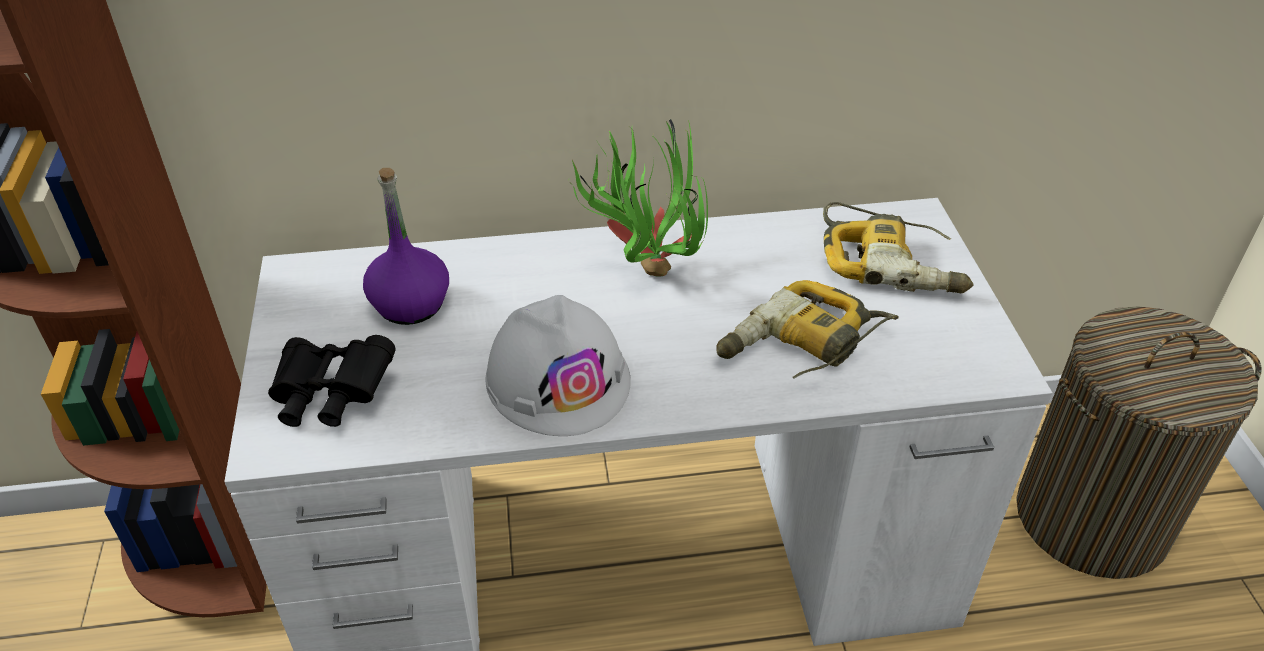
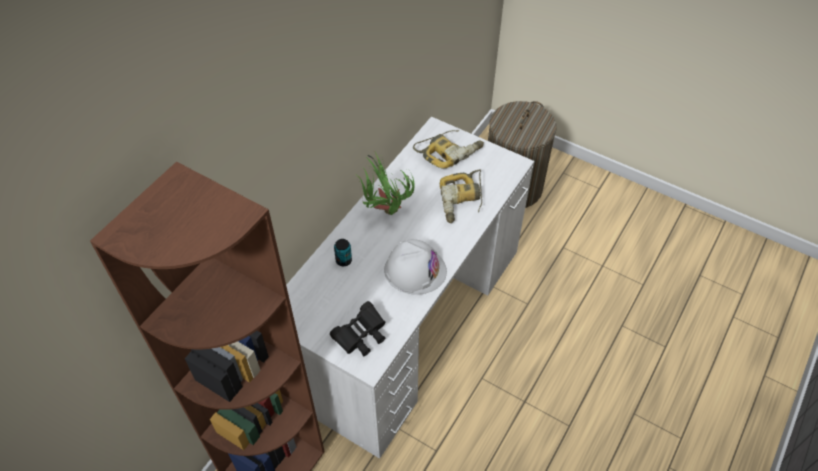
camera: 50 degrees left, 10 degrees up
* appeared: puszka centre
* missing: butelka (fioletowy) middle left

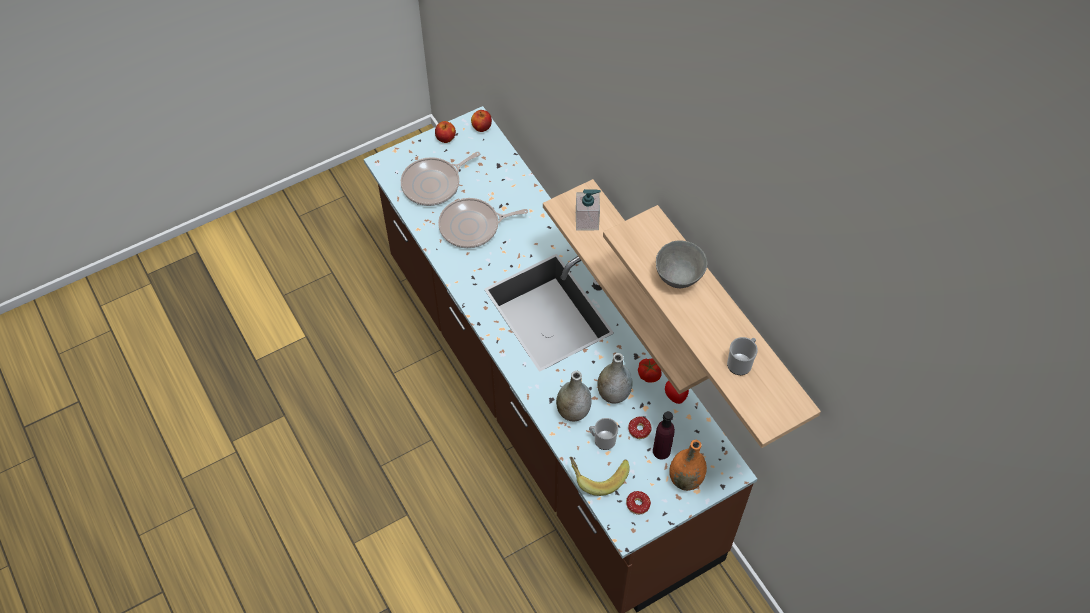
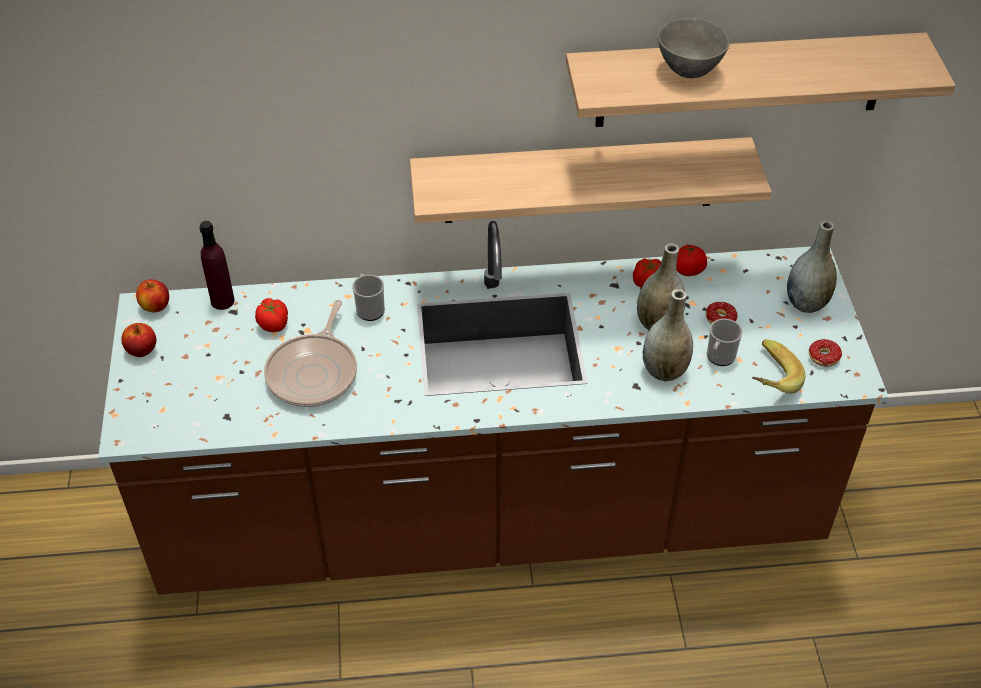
camera: 65 degrees left, 10 degrees down
* relocated: butelka (fioletowy) bottom centre to middle left
* appeared: pomidor (no. 1 from left) middle left
* relocated: kubek (no. 2 from left in the first image) middle right to kubek (no. 1 from left) centre
* colour: wazon (pomarańczowy) bottom centre to wazon (szary) (no. 3 from left) middle right
* missing: patelnia (no. 1 from left) top centre
* missing: dozownik mydła centre

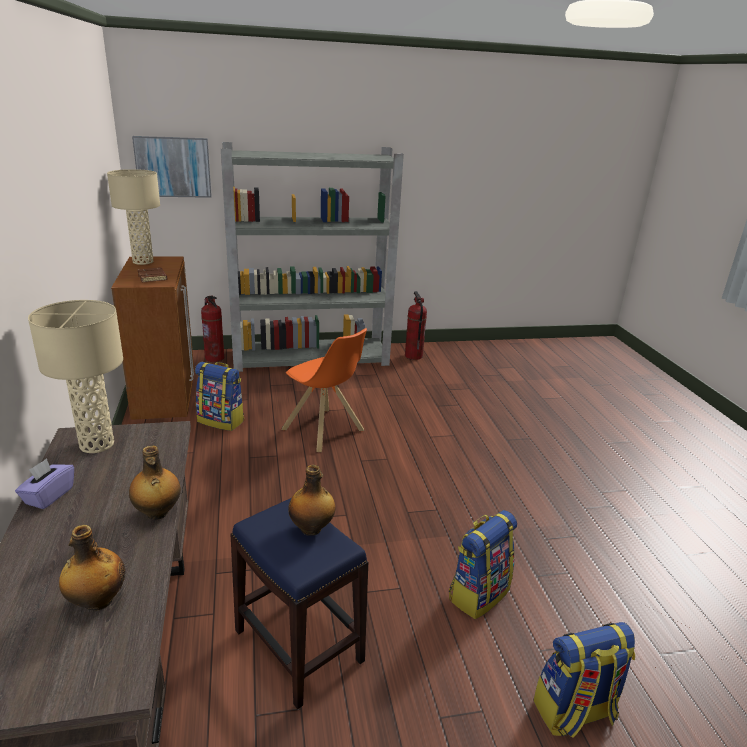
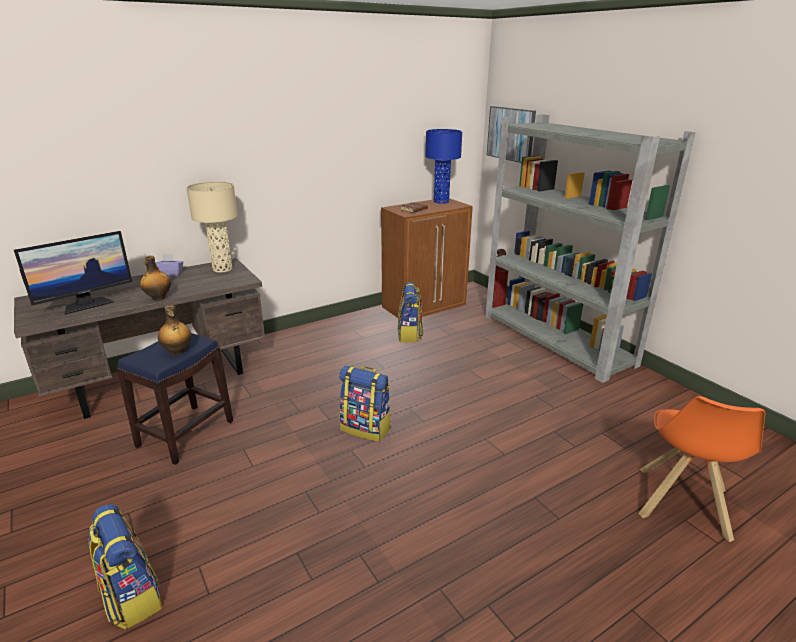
camera: 70 degrees right, 0 degrees up
* exchanged: butelka (no. 1 from left) bottom left to monitor middle left
* relocated: plecak (no. 2 from left) bottom centre to centre
* colour: lampa stołowa (beżowy) (no. 2 from left) top left to lampa stołowa (niebieski) top centre
* relocated: krzesło (pomarańczowy) centre to bottom right
* missing: gaśnica (no. 2 from left) centre

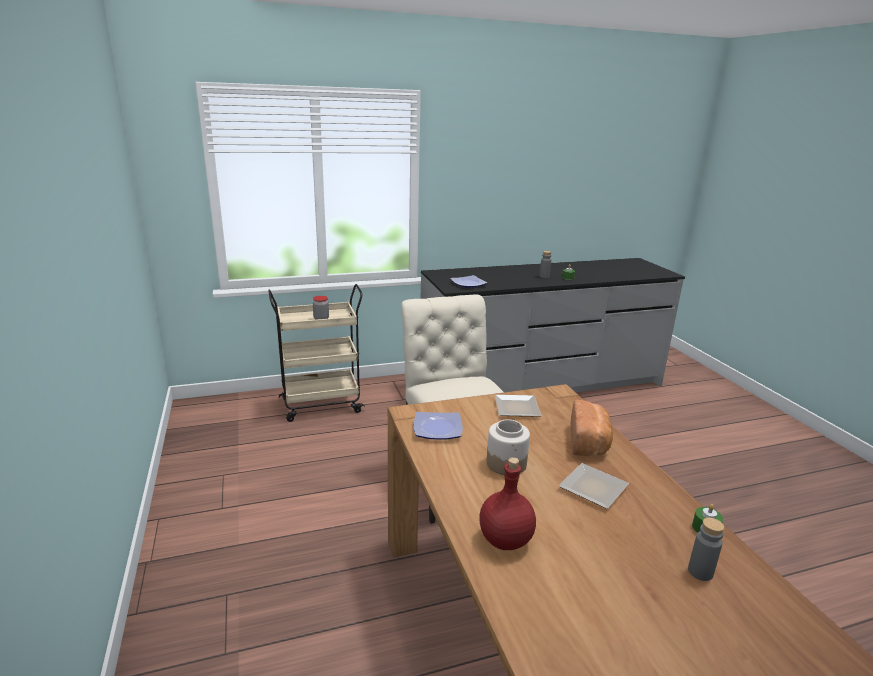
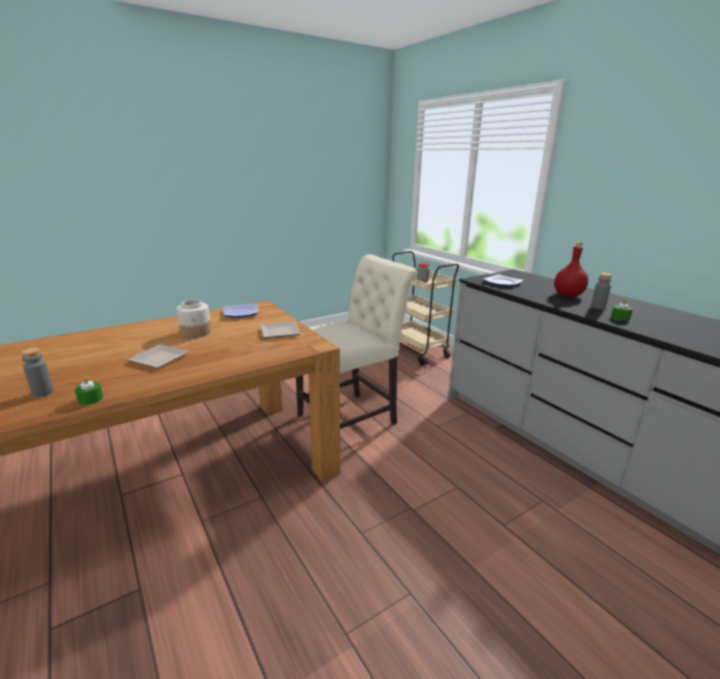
camera: 75 degrees right, 0 degrees up
* relocated: butelka (czerwony) bottom centre to middle right
* missing: chleb middle right

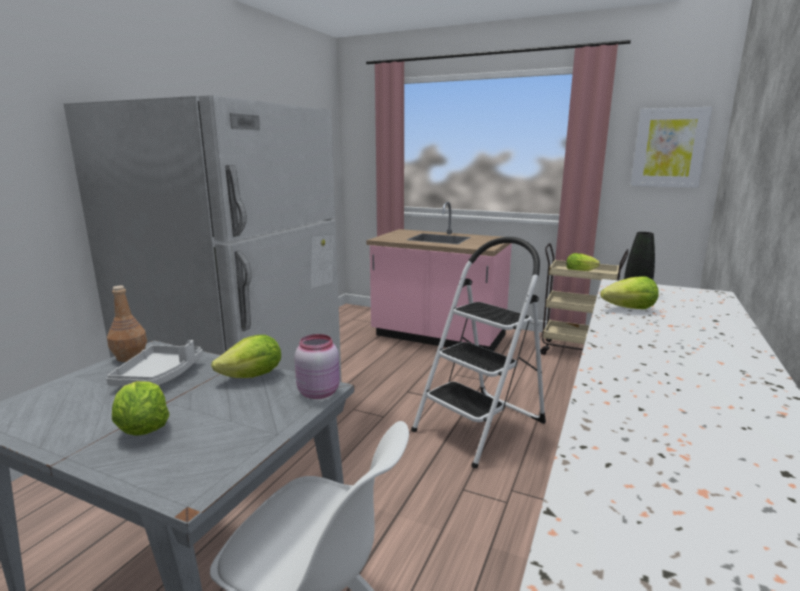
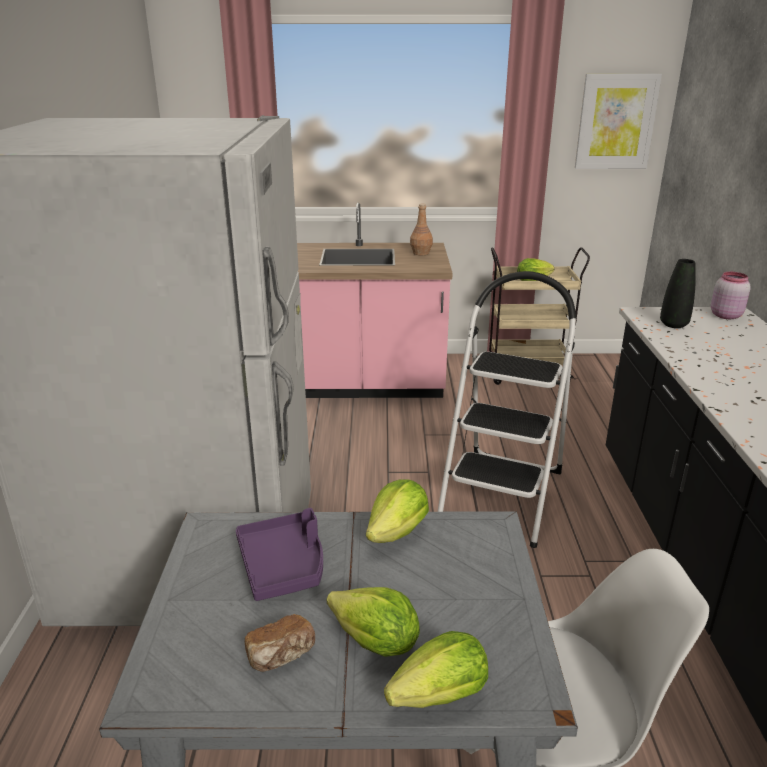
camera: 25 degrees left, 10 degrees up
* colour: taca (szary) middle left to taca (fioletowy) bottom centre
* appeared: chleb bottom centre
* relocated: sałata (no. 4 from left in the first image) middle right to sałata (no. 3 from left) bottom centre
* relocated: butelka (brązowy) middle left to top centre
* relocated: słoik (różowy) centre to middle right

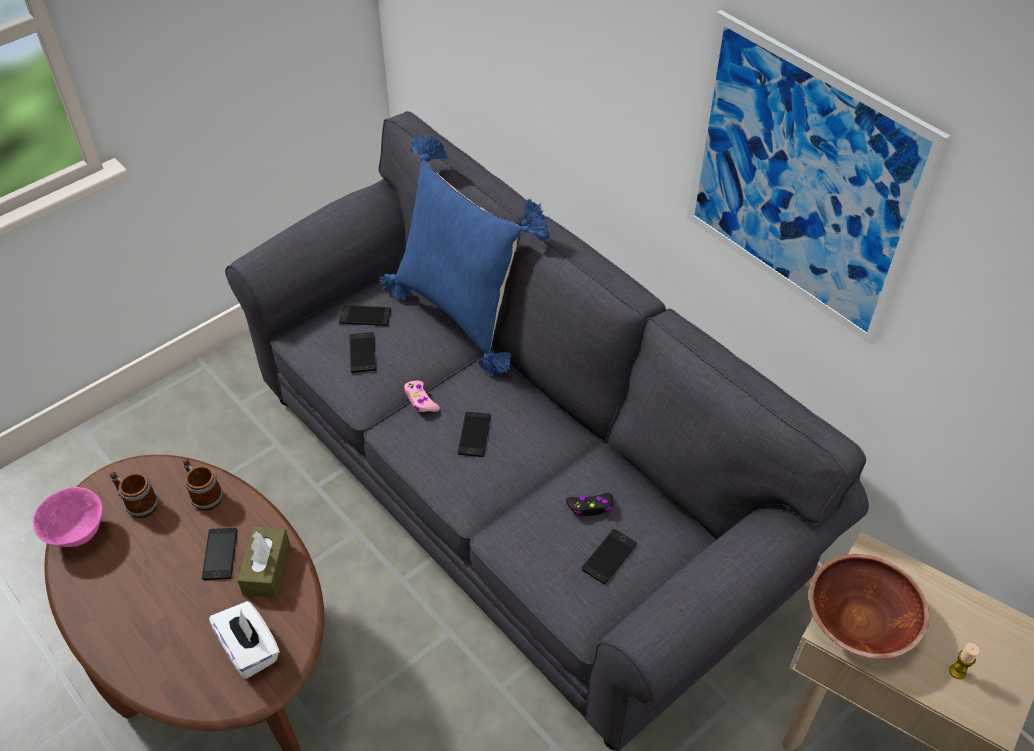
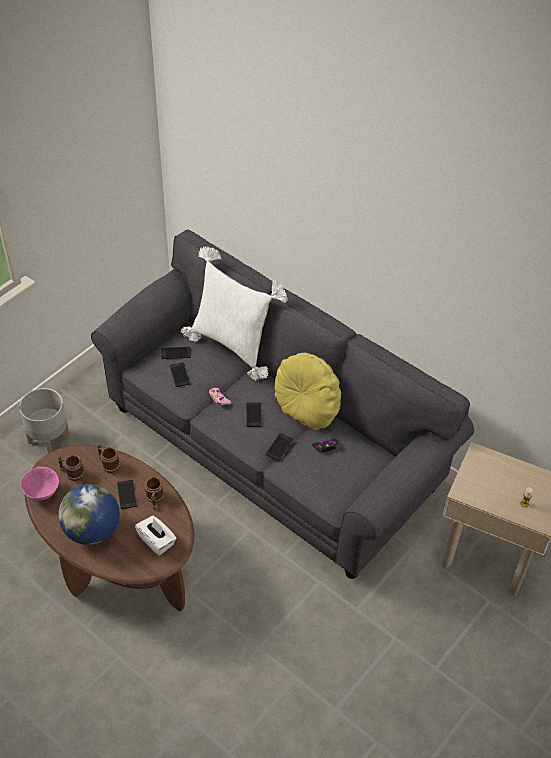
camera: 10 degrees left, 0 degrees up
* appeared: donica (szary) middle left
* appeared: globus bottom left
* exchanged: pudełko chusteczek (brązowy) bottom left to kubek (no. 3 from left) middle left
* colour: poduszka (niebieski) centre to poduszka (biały) centre
* relocated: telefon (no. 5 from left) bottom centre to centre
* appeared: poduszka (żółty) centre
* missing: obraz top right
* missing: miska (brązowy) bottom right

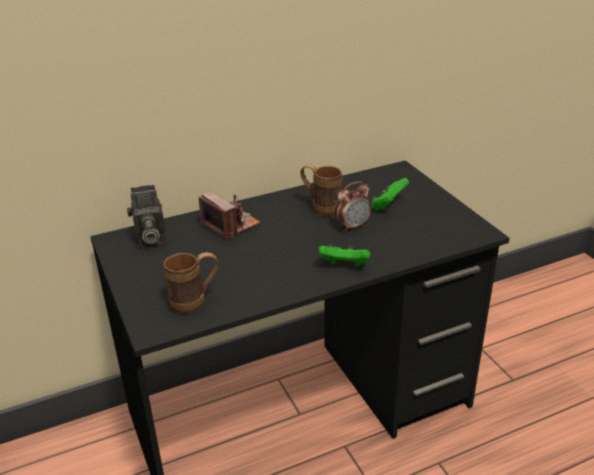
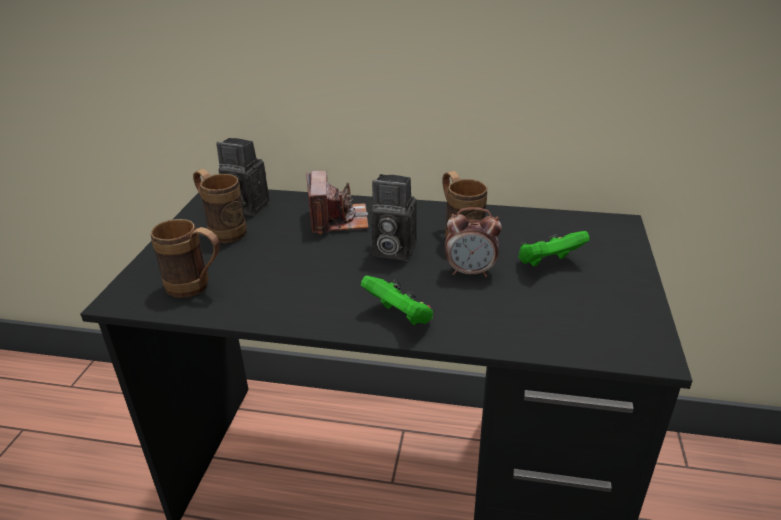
camera: 35 degrees right, 0 degrees up
* appeared: kubek (brązowy) (no. 2 from left) middle left
* appeared: aparat fotograficzny (no. 3 from left) centre

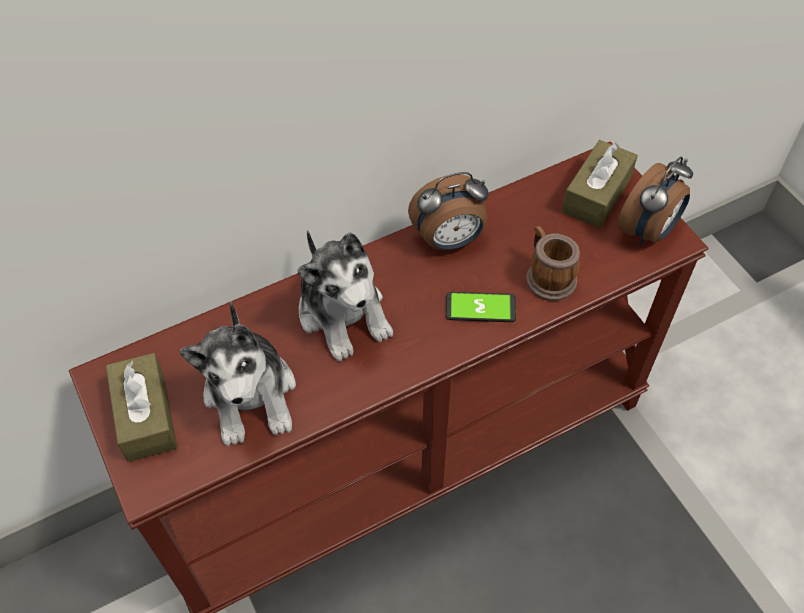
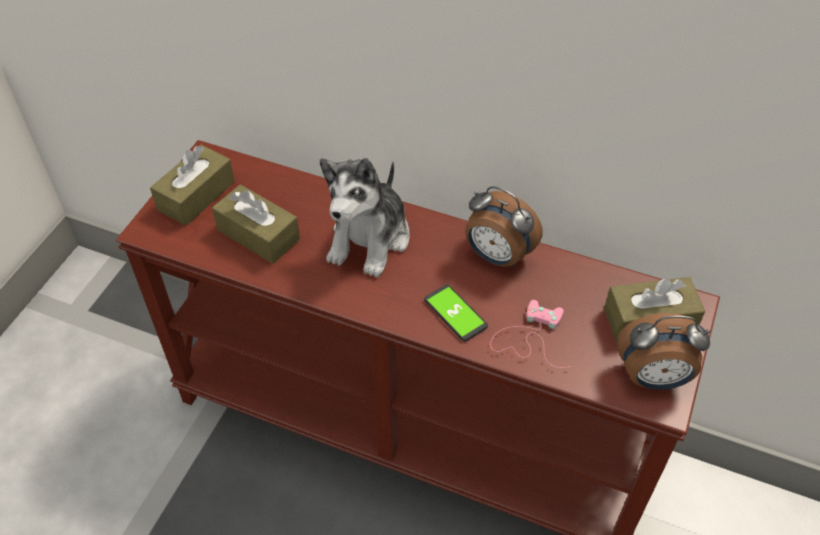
camera: 50 degrees right, 5 degrees down
* exchanged: pluszak (no. 1 from left) middle left to pudełko chusteczek (brązowy) (no. 2 from left) middle left
* exchanged: kubek middle right to pad do gier (różowy) centre

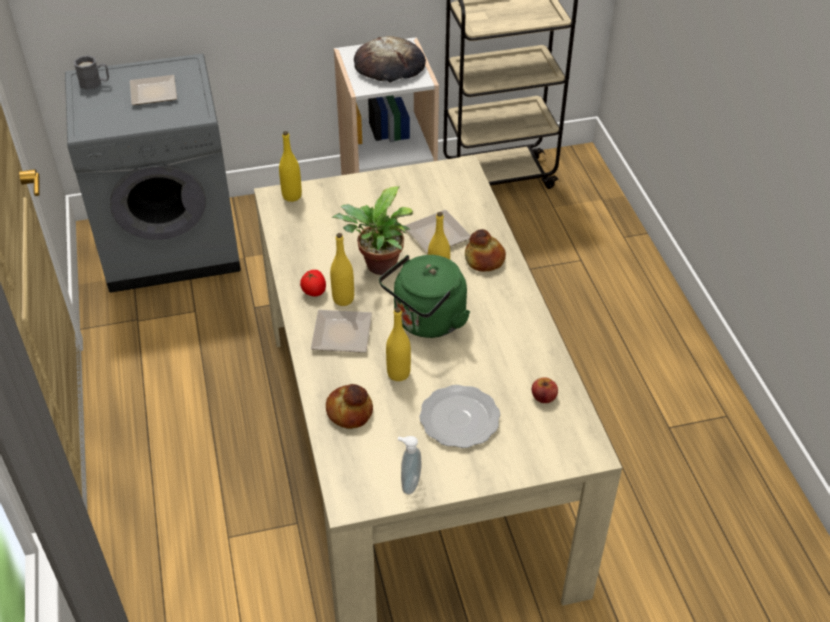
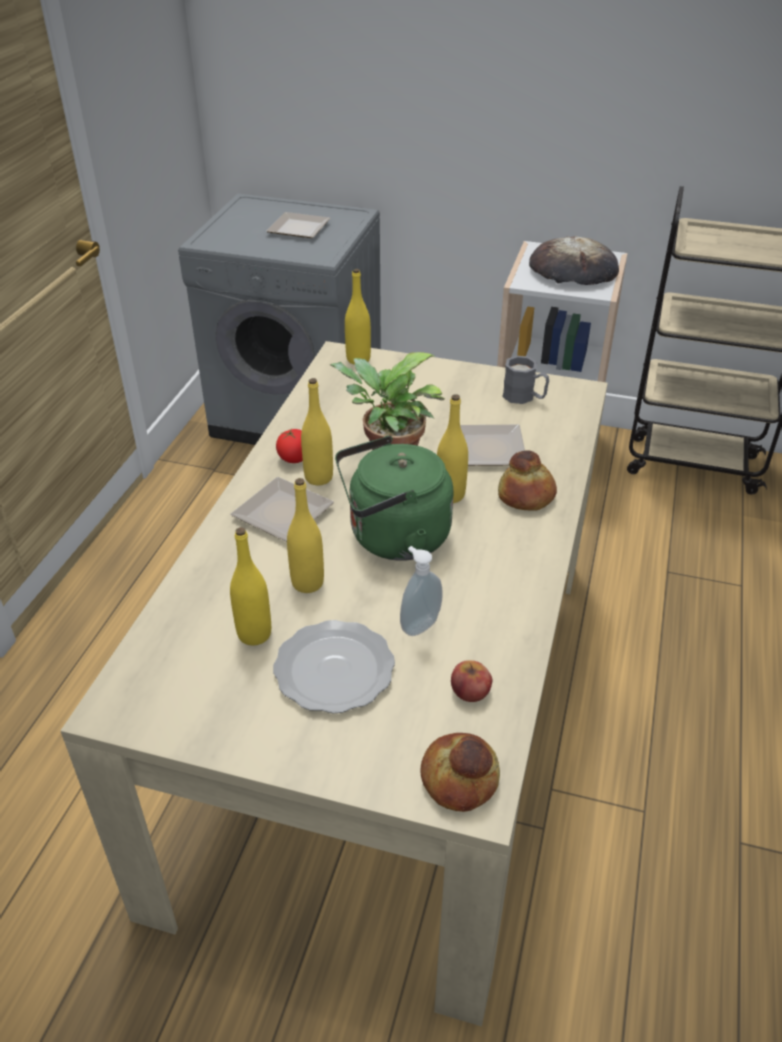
camera: 30 degrees right, 5 degrees down
* appeared: butelka (żółty) (no. 1 from left) middle left
* relocated: dozownik mydła bottom centre to centre
* relocated: chleb (no. 1 from left) centre to bottom centre
* relocated: kubek (szary) top left to middle right

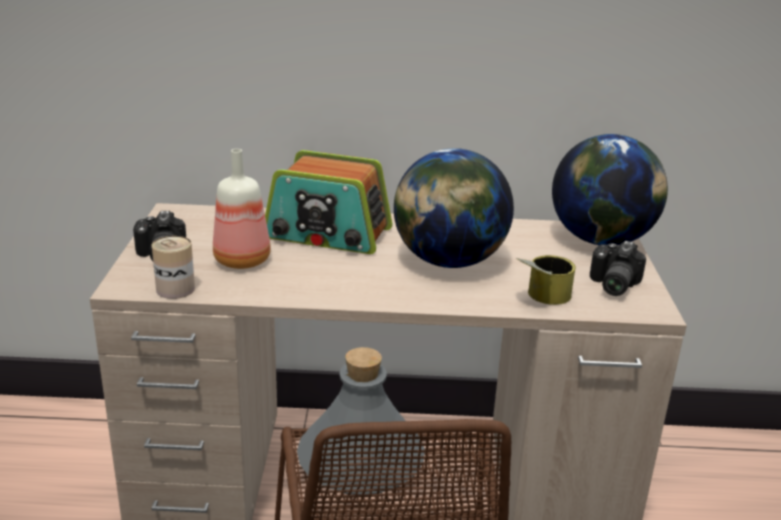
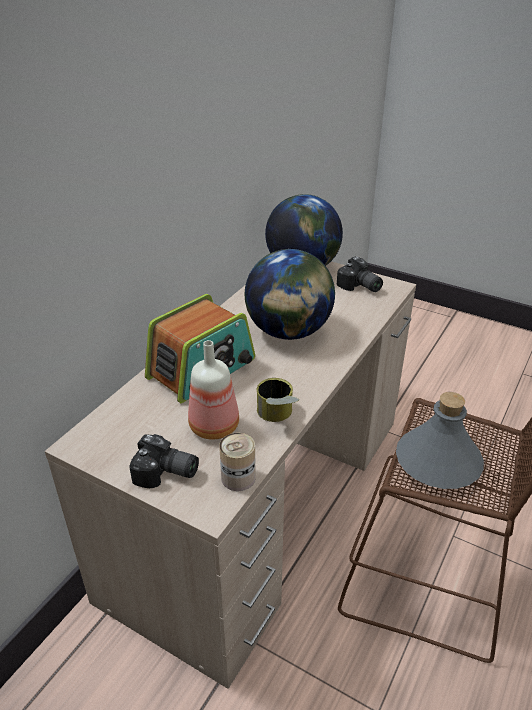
camera: 60 degrees left, 10 degrees up
* relocated: puszka (no. 2 from left) middle right to centre

